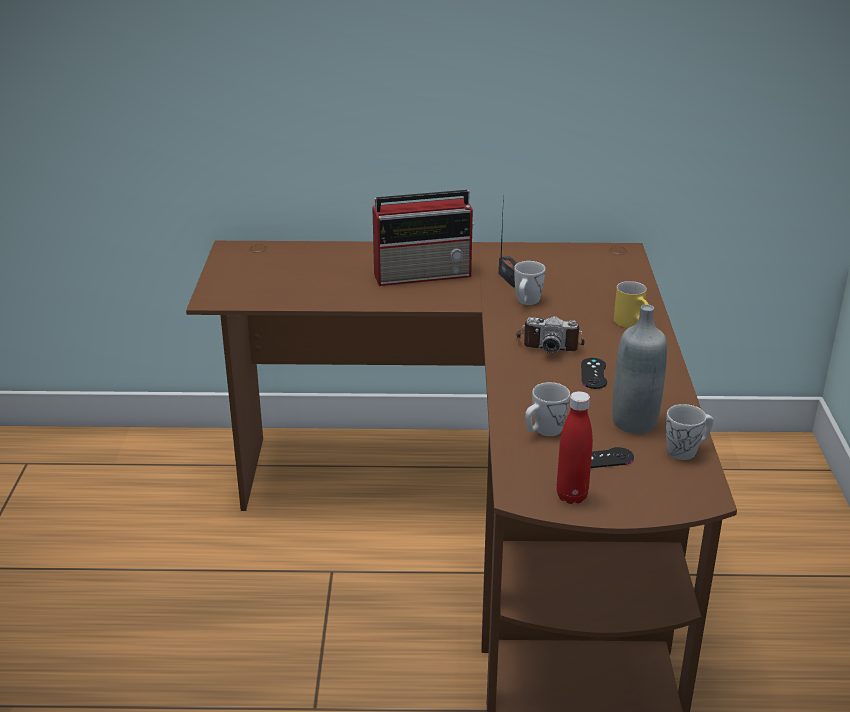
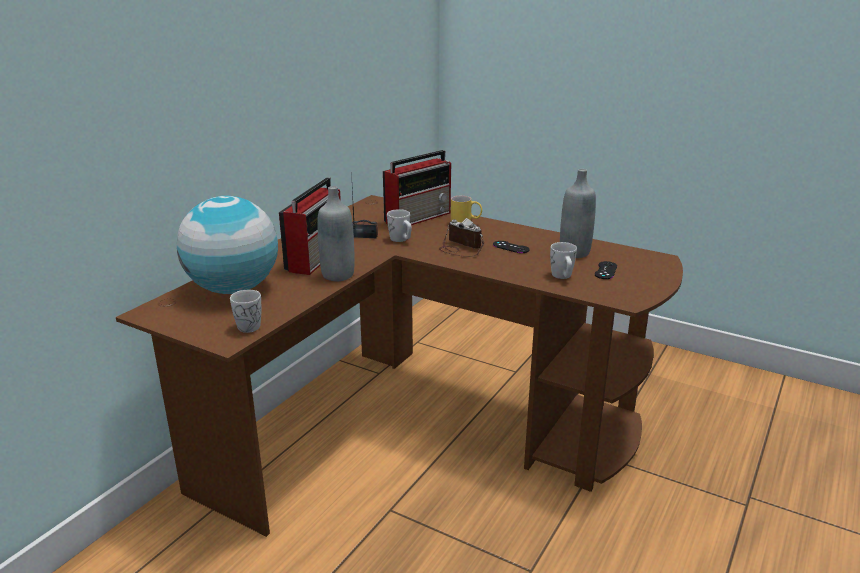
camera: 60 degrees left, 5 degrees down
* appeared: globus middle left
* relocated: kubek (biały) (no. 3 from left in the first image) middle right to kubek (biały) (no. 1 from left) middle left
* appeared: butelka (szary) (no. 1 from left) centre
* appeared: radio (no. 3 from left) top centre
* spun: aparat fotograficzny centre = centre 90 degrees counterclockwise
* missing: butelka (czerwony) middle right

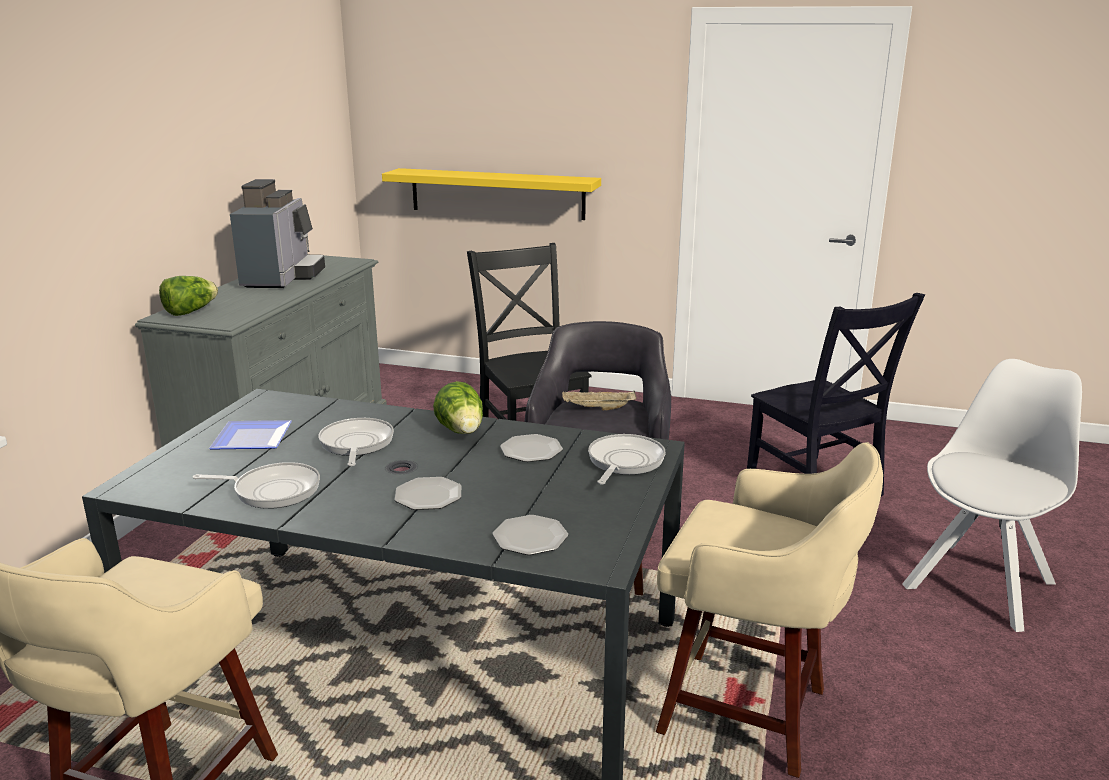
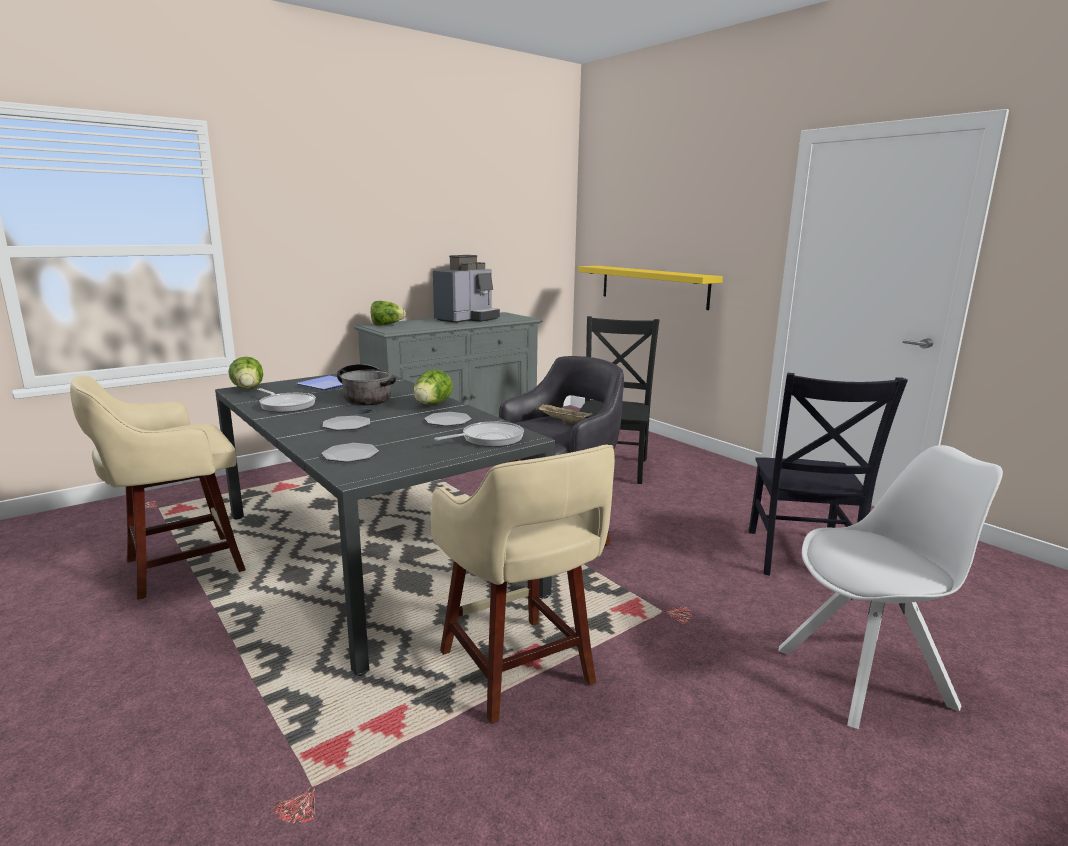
camera: 35 degrees right, 5 degrees down
* appeared: sałata (no. 1 from left) middle left
* exchanged: patelnia (no. 2 from left) middle left to garnek centre

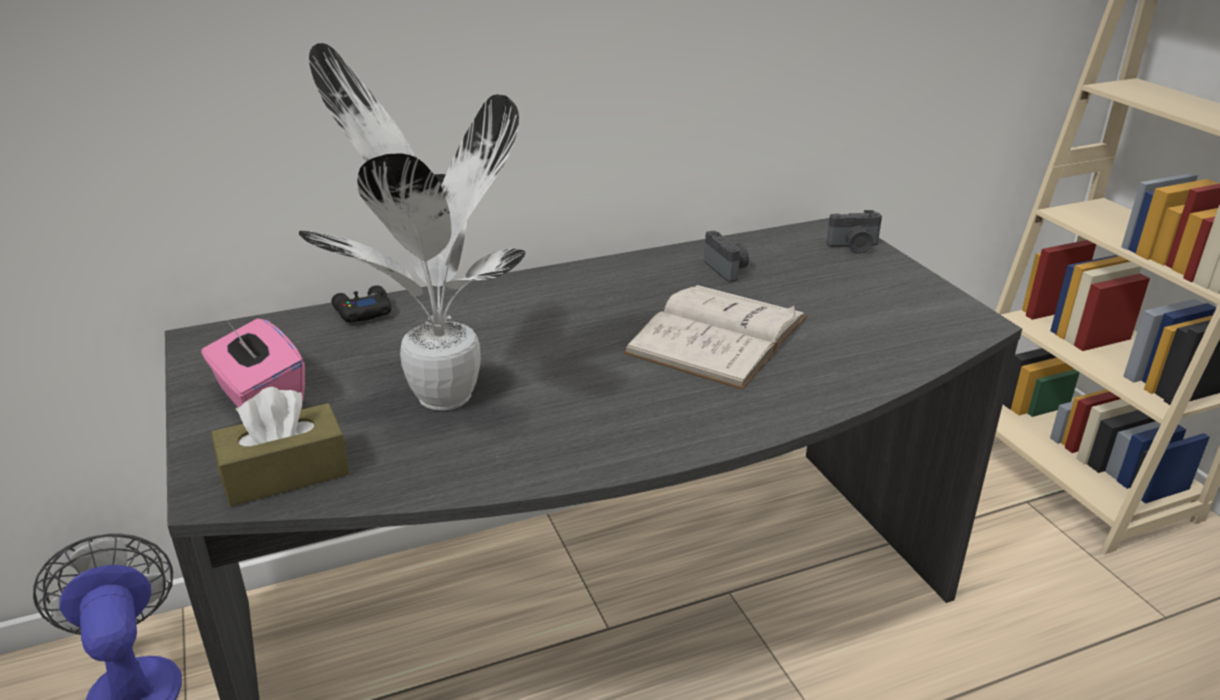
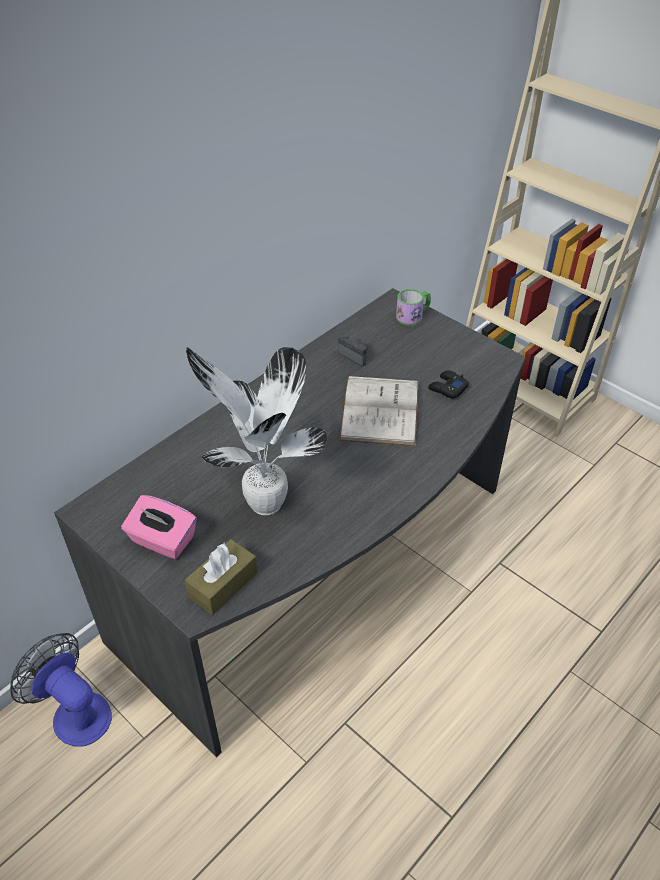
camera: 25 degrees left, 15 degrees up
* exchanged: aparat fotograficzny (no. 2 from left) top right to kubek centre
* relocated: pad do gier (czarny) middle left to middle right

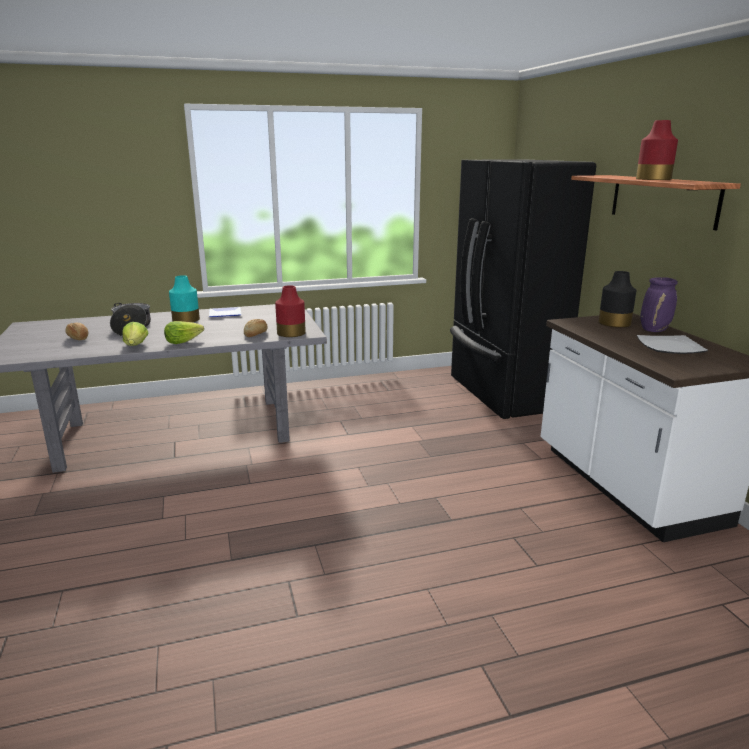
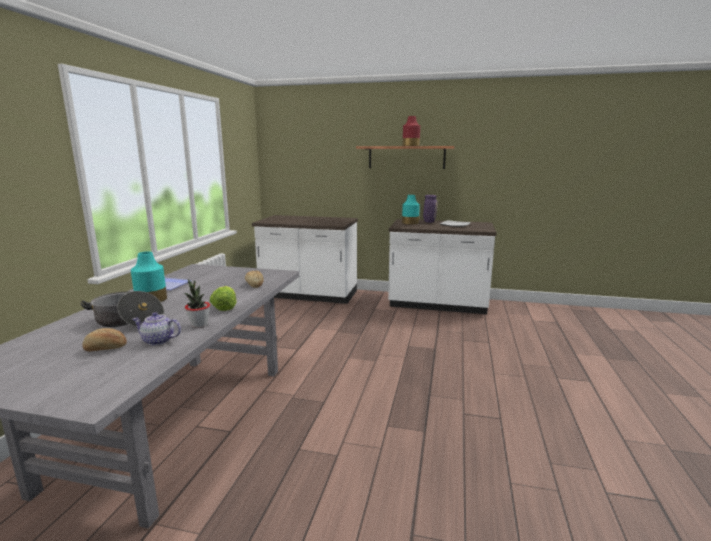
camera: 60 degrees left, 5 degrees down
* appeared: imbryk middle left
* exchanged: sałata (no. 1 from left) middle left to roślina doniczkowa middle left
* exchanged: lodówka (czarny) middle right to zabudowa kuchenna (biały) (no. 1 from left) centre
* colour: wazon (czarny) middle right to wazon (turkusowy) (no. 2 from left) centre
* missing: wazon (czerwony) (no. 1 from left) centre

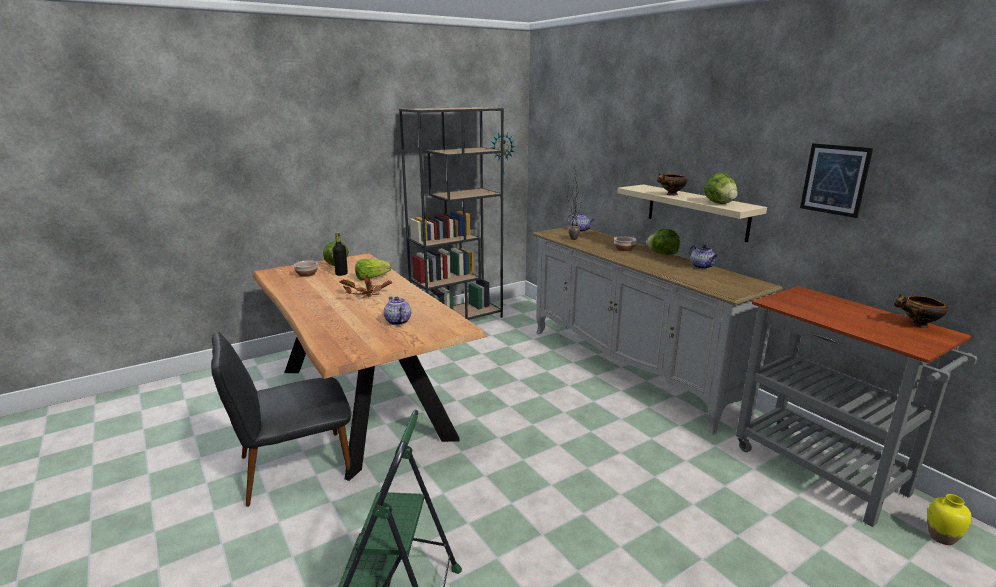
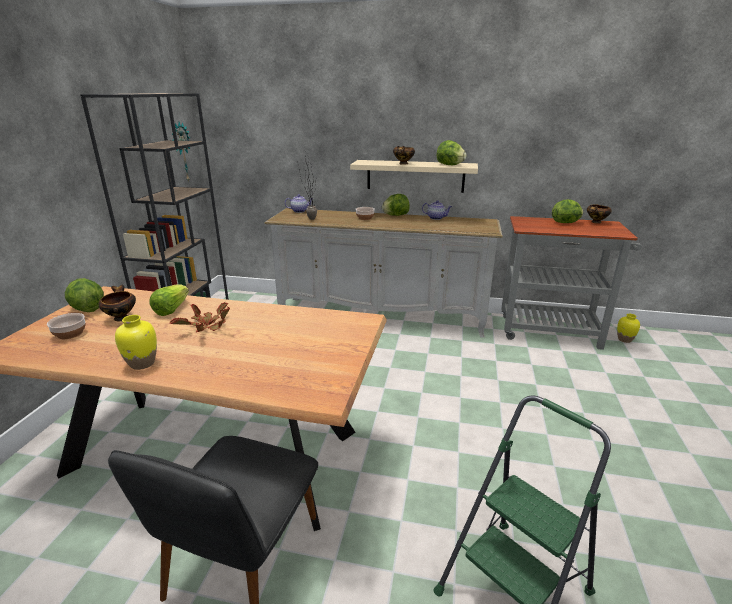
camera: 45 degrees left, 5 degrees up
* exchanged: butelka (czarny) centre to miska (no. 2 from left) middle left
* appeared: wazon (żółty) (no. 1 from left) middle left
* appeared: sałata (no. 5 from left) middle right
* missing: imbryk (no. 1 from left) centre
* missing: obraz top right

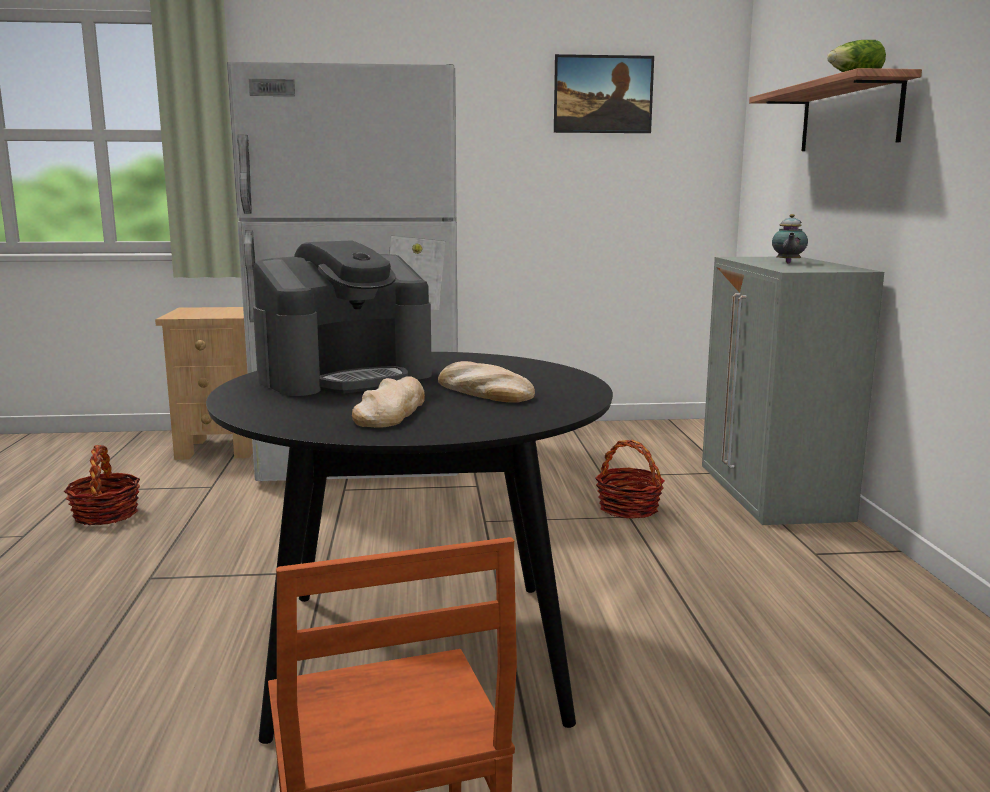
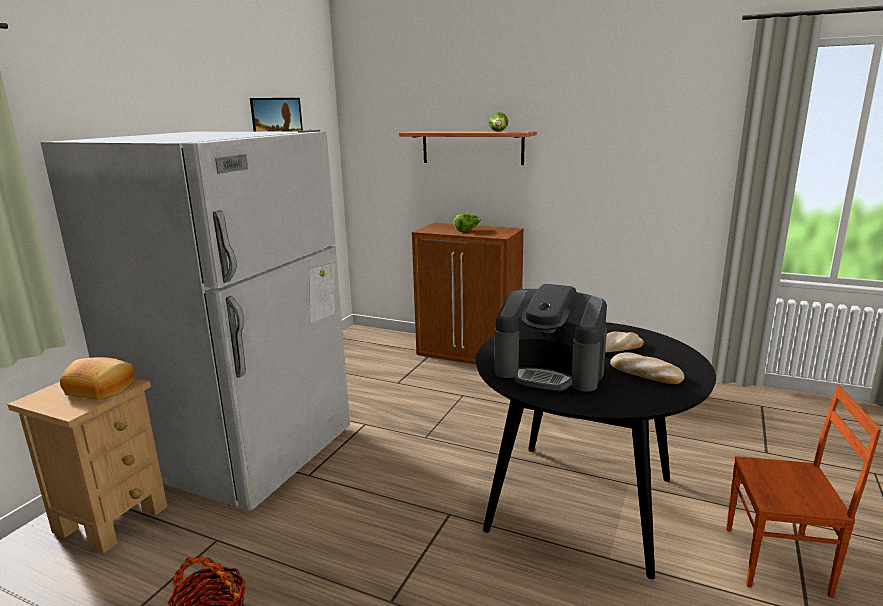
camera: 60 degrees left, 5 degrees up
* appeared: chleb (no. 1 from left) middle left
* colour: szafka (szary) middle right to szafka (brązowy) centre
* exchanged: imbryk top right to sałata (no. 1 from left) centre
* spun: ekspres do kawy centre = centre 120 degrees clockwise
* missing: koszyk (no. 2 from left) centre

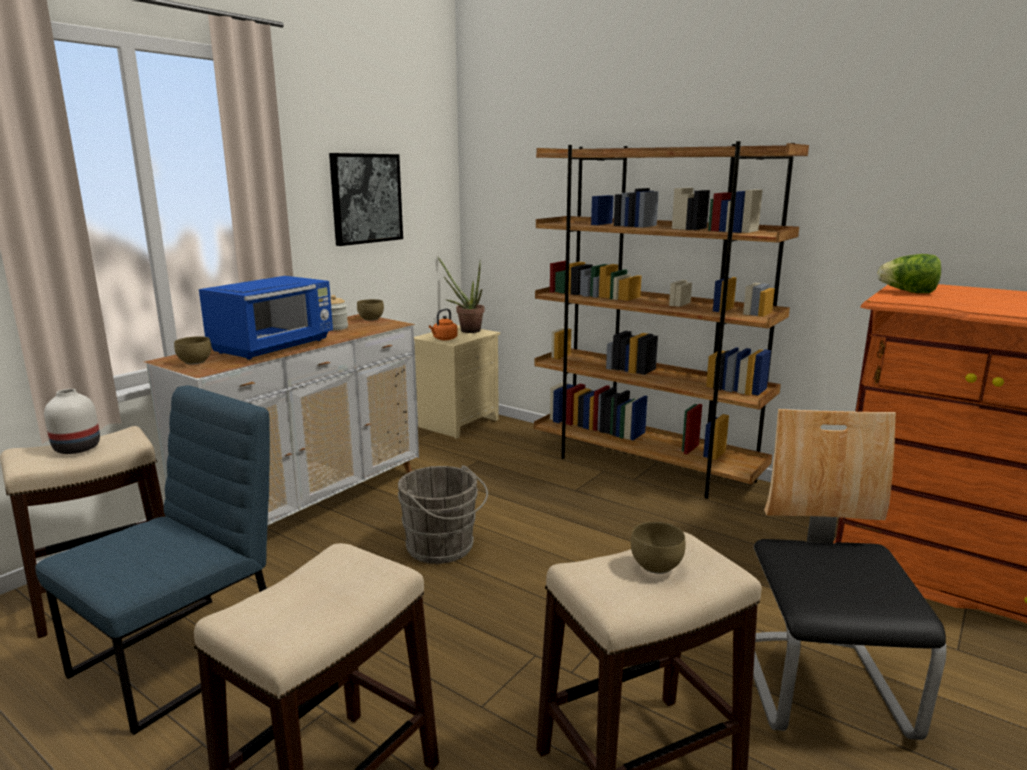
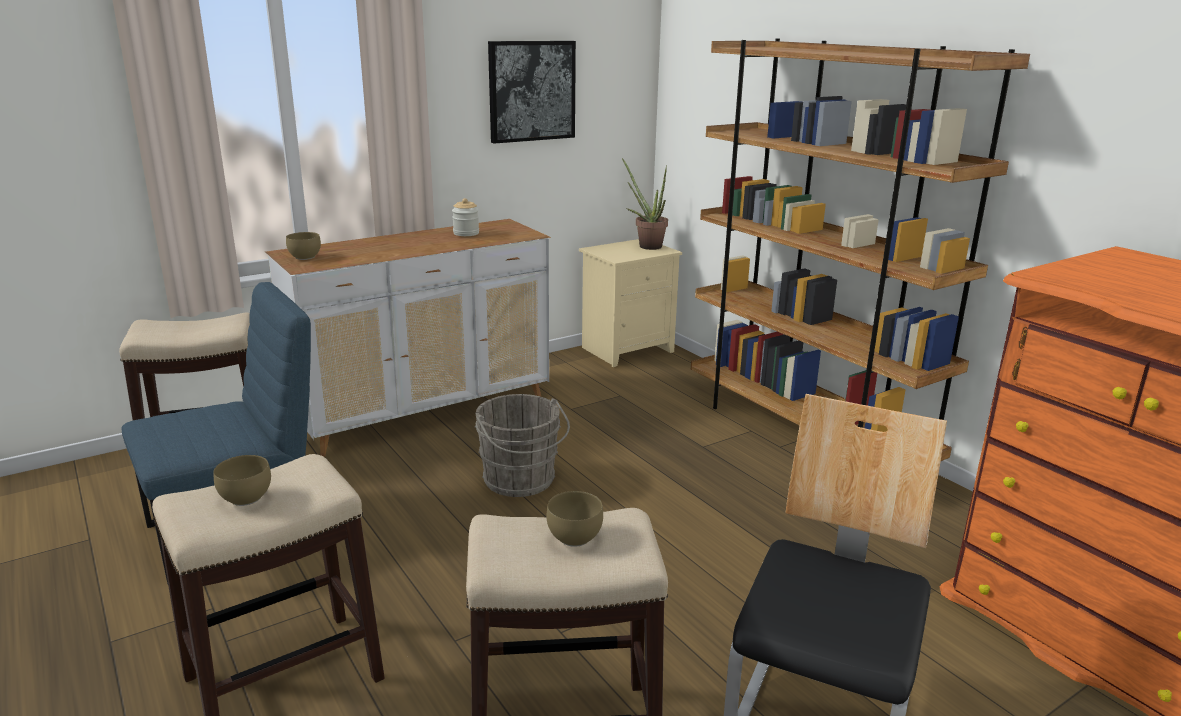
camera: 20 degrees right, 5 degrees up
* relocated: miska (brązowy) (no. 2 from left in the first image) centre to miska (brązowy) (no. 1 from left) bottom left
* missing: wazon (biały) middle left
* missing: mikrofalówka (niebieski) middle left
* missing: czajnik (pomarańczowy) centre
* missing: sałata middle right

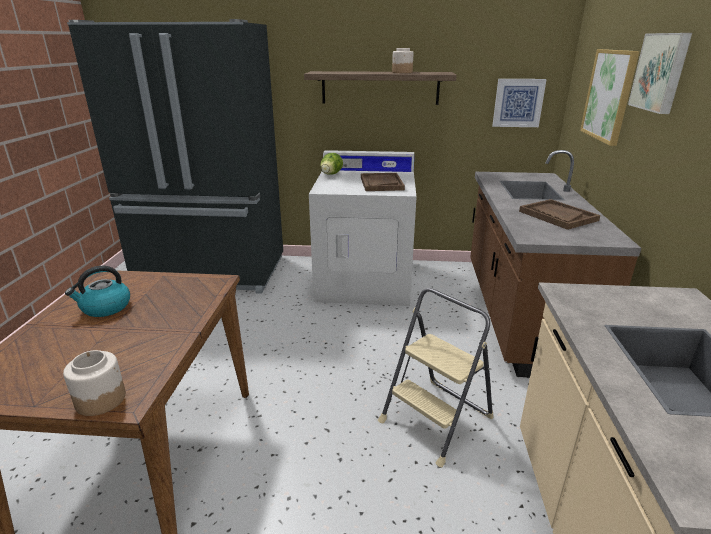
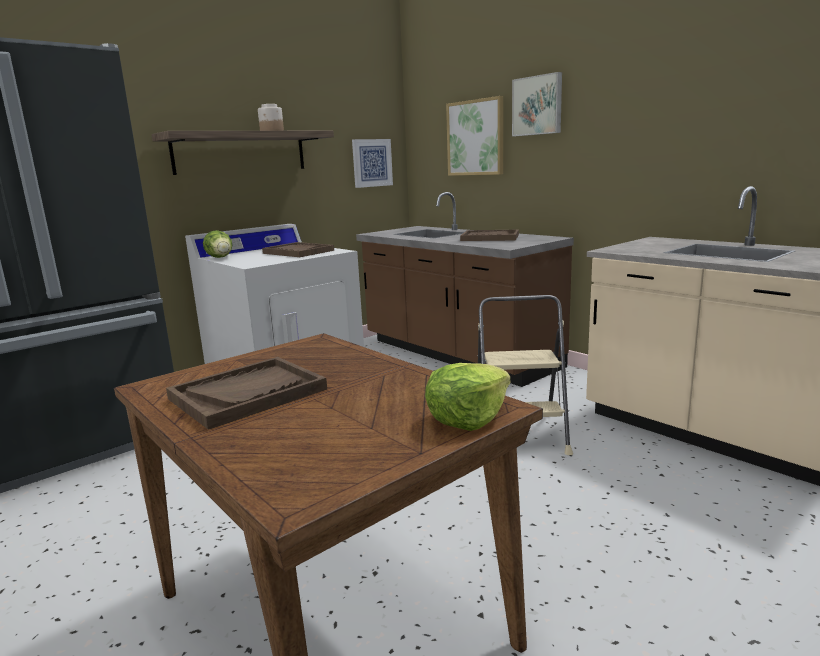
camera: 45 degrees left, 10 degrees down
* exchanged: czajnik middle left to taca (brązowy) (no. 1 from left) middle left
* exchanged: słoik (no. 1 from left) bottom left to sałata (no. 2 from left) centre

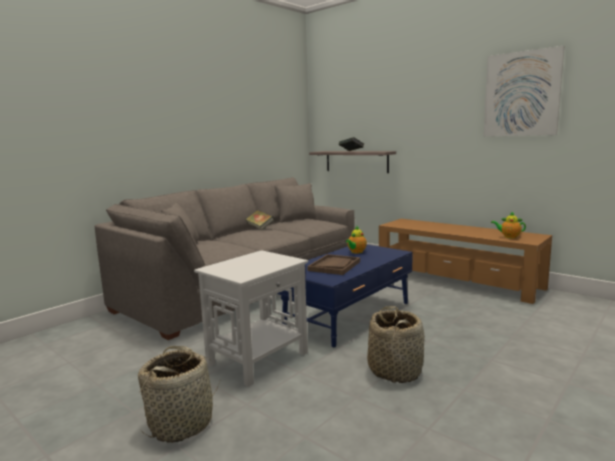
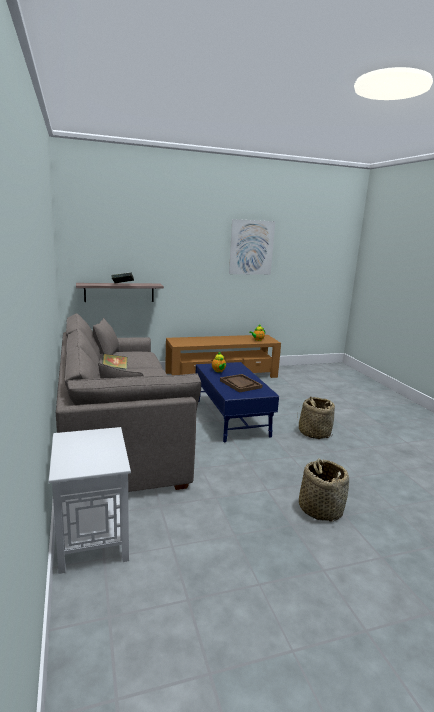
camera: 60 degrees left, 5 degrees up
* relocated: stolik (biały) bottom centre to bottom left

